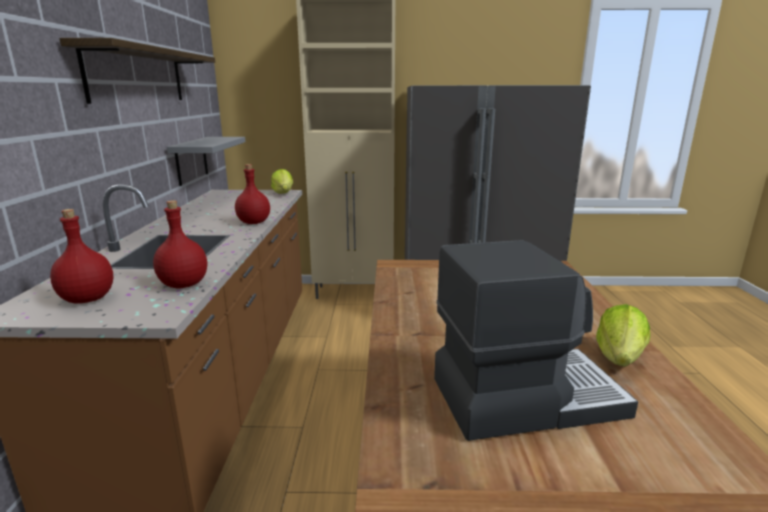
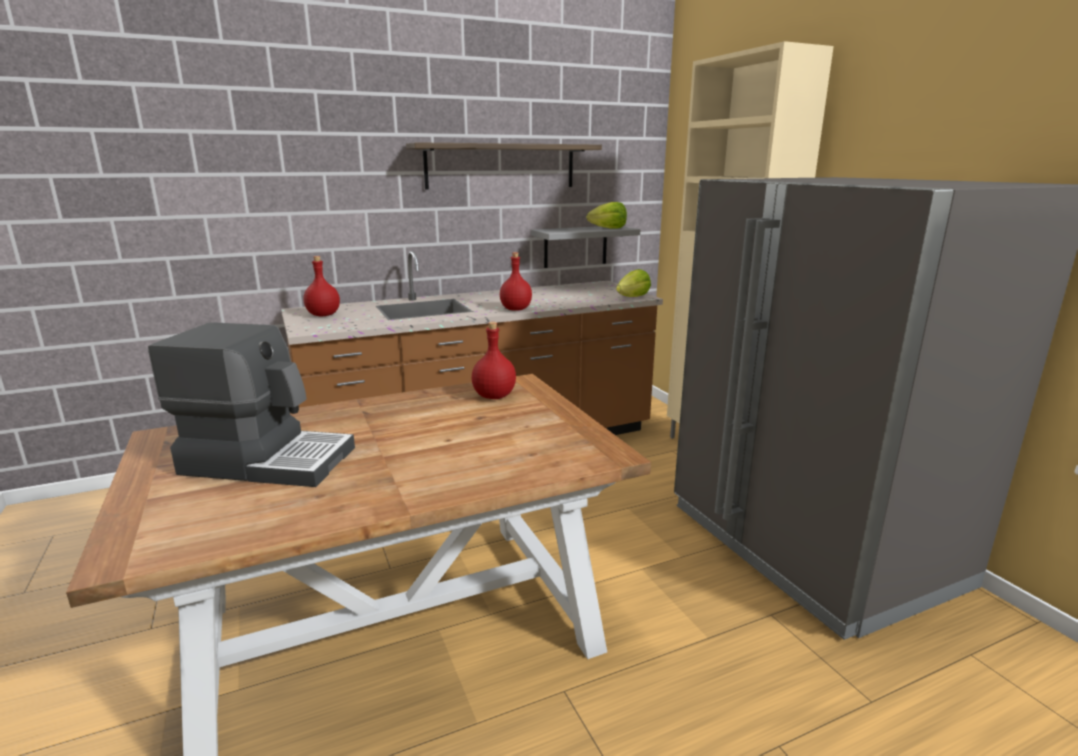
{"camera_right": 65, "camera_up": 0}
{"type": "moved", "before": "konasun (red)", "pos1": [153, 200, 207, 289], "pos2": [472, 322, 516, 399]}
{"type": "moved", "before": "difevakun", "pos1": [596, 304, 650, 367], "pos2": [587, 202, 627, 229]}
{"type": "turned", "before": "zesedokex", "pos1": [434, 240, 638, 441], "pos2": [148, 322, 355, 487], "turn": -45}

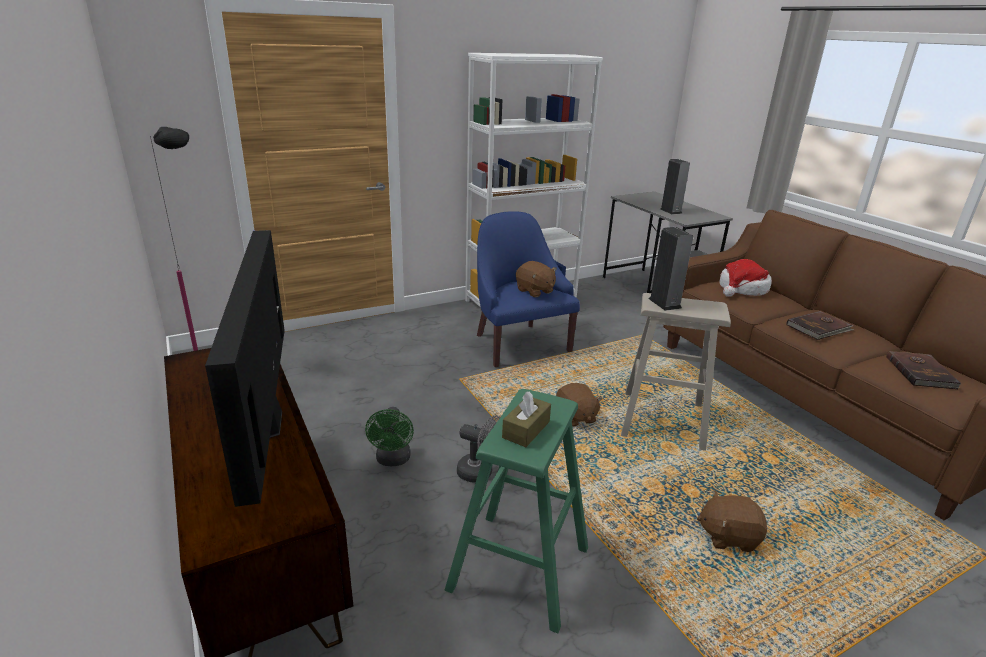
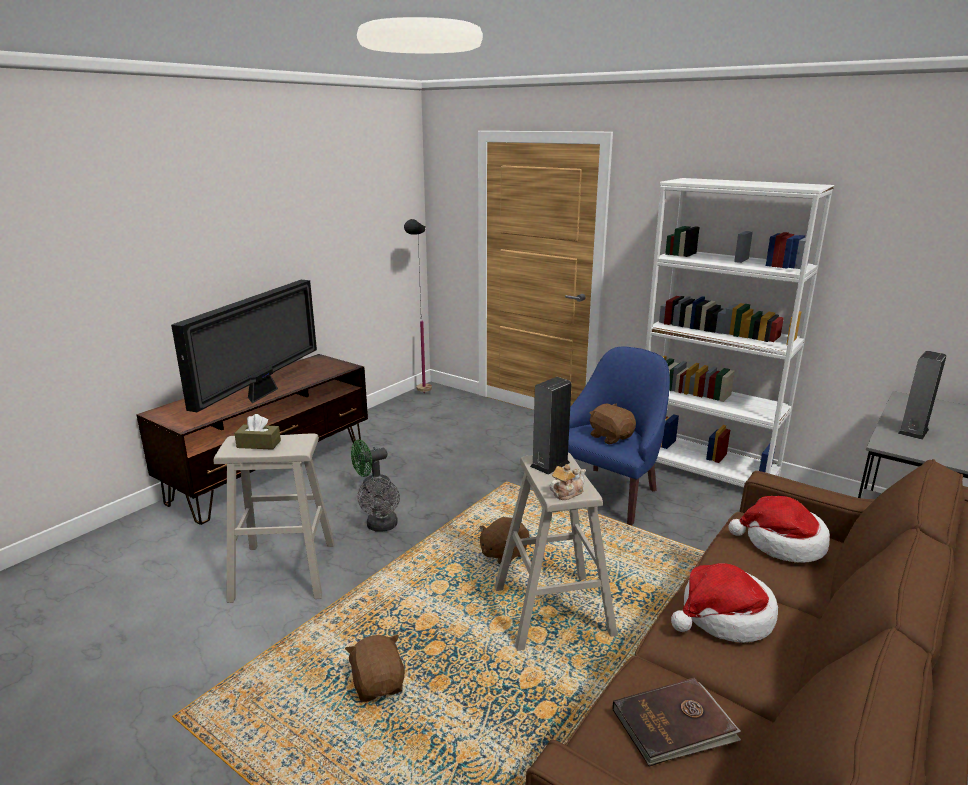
{"camera_right": 65, "camera_up": -5}
{"type": "added", "after": "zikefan", "pos2": [550, 464, 586, 500]}
{"type": "replaced", "before": "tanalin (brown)", "after": "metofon", "pos1": [786, 311, 853, 340], "pos2": [671, 563, 778, 643]}
{"type": "recoloured", "before": "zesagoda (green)", "after": "zesagoda (beige)", "pos1": [445, 389, 588, 633], "pos2": [214, 433, 334, 603]}
{"type": "turned", "before": "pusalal", "pos1": [205, 230, 285, 507], "pos2": [171, 280, 317, 412], "turn": 150}
{"type": "turned", "before": "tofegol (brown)", "pos1": [516, 261, 557, 297], "pos2": [590, 403, 636, 445], "turn": 120}

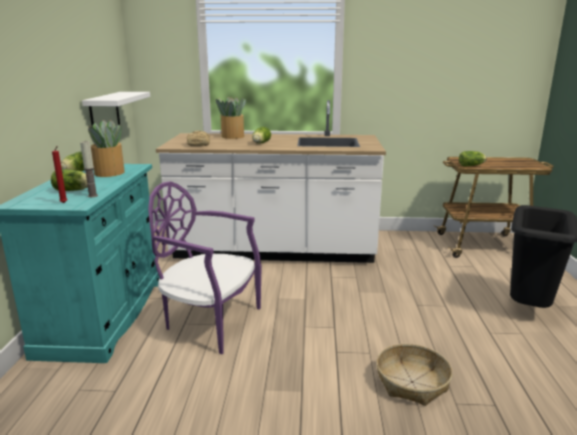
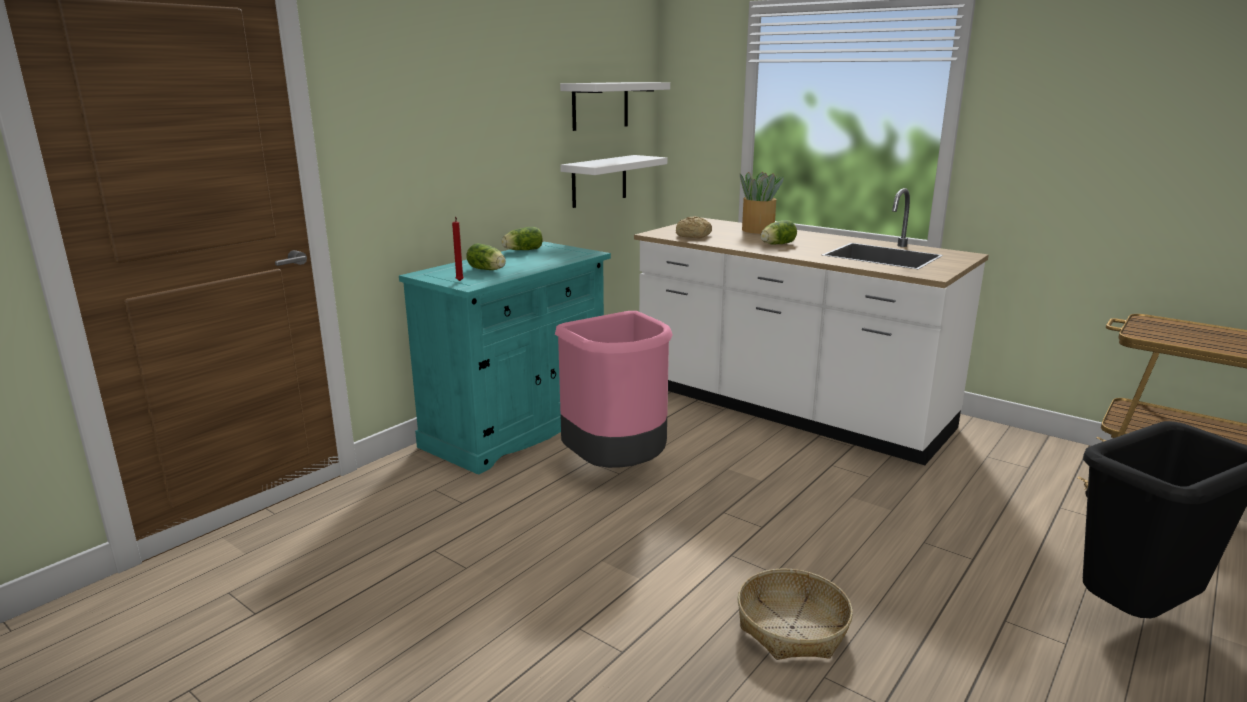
{"camera_right": 35, "camera_up": 0}
{"type": "removed", "before": "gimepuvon", "pos1": [80, 141, 98, 197]}
{"type": "removed", "before": "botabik", "pos1": [88, 120, 125, 177]}
{"type": "removed", "before": "difevakun", "pos1": [459, 151, 487, 166]}
{"type": "added", "after": "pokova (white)", "pos2": [560, 82, 670, 131]}
{"type": "replaced", "before": "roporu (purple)", "after": "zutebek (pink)", "pos1": [148, 182, 262, 354], "pos2": [555, 311, 673, 468]}

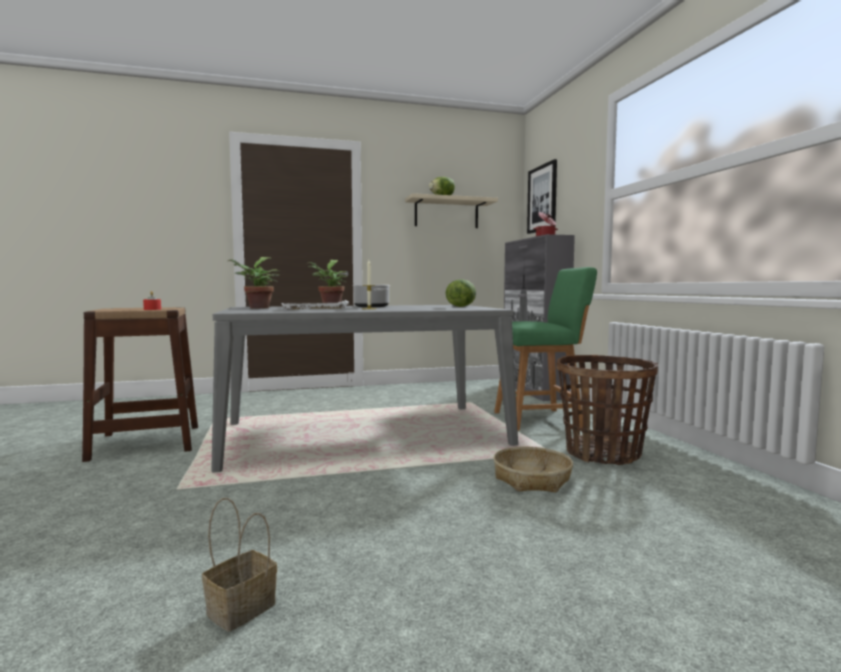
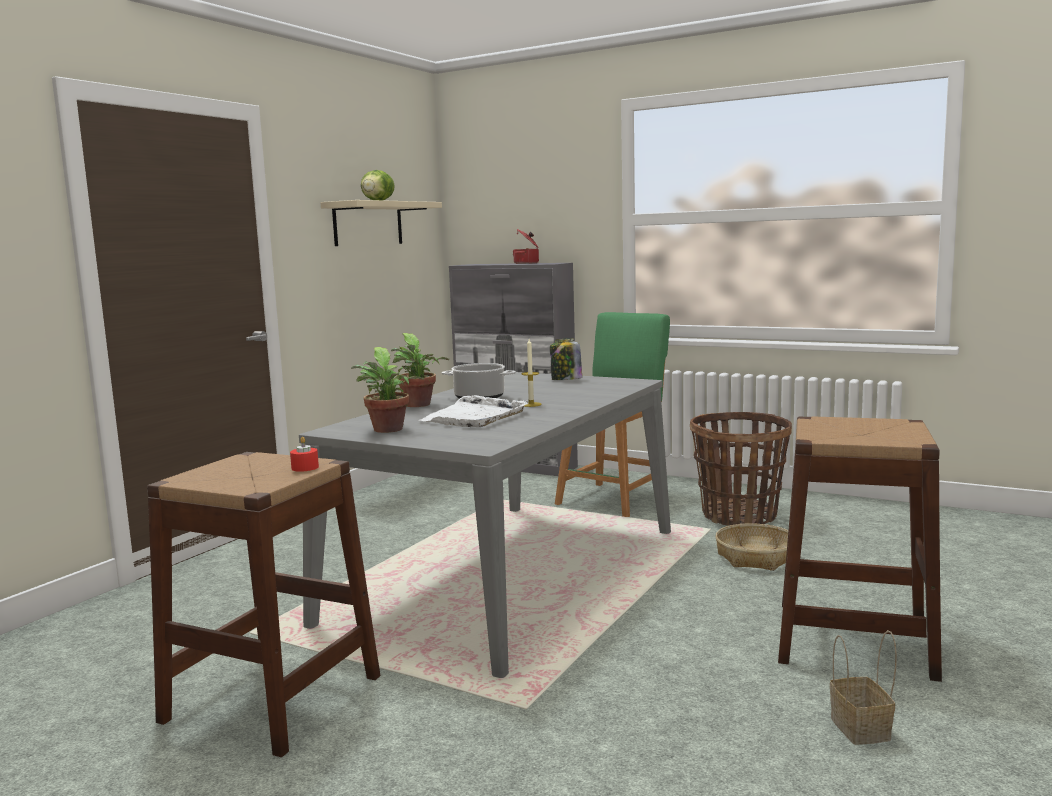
{"camera_right": -45, "camera_up": 5}
{"type": "removed", "before": "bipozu", "pos1": [527, 159, 557, 234]}
{"type": "added", "after": "zesagoda (brown)", "pos2": [778, 416, 942, 682]}
{"type": "replaced", "before": "difevakun", "after": "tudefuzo", "pos1": [446, 279, 476, 307], "pos2": [550, 338, 582, 380]}

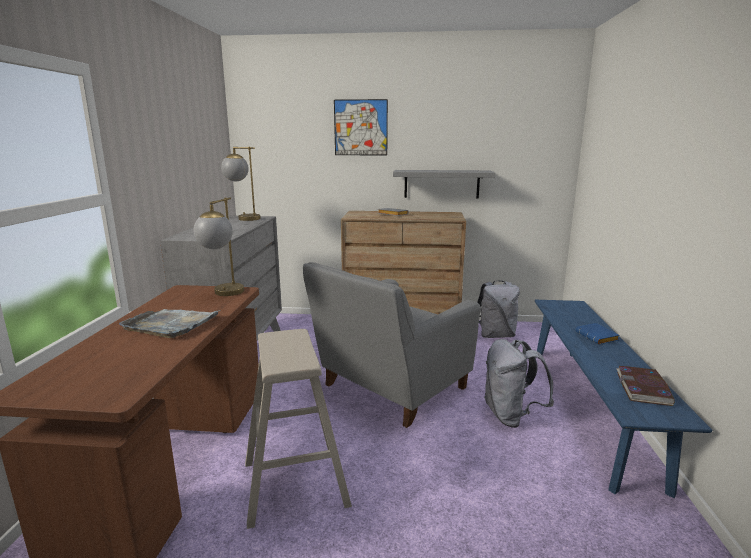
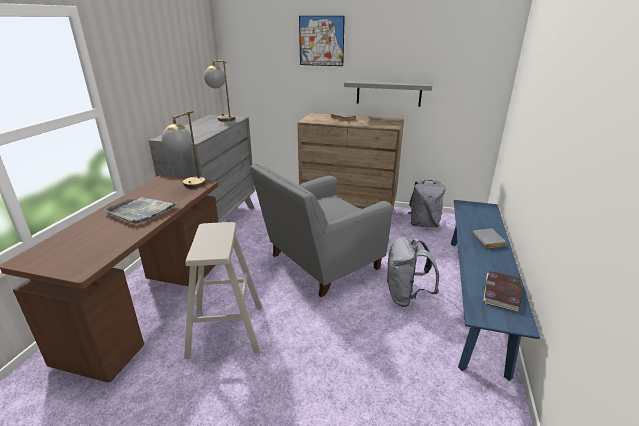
{"camera_right": 10, "camera_up": 10}
{"type": "recoloured", "before": "tanalin (blue)", "after": "tanalin (grey)", "pos1": [576, 323, 620, 344], "pos2": [472, 228, 506, 248]}

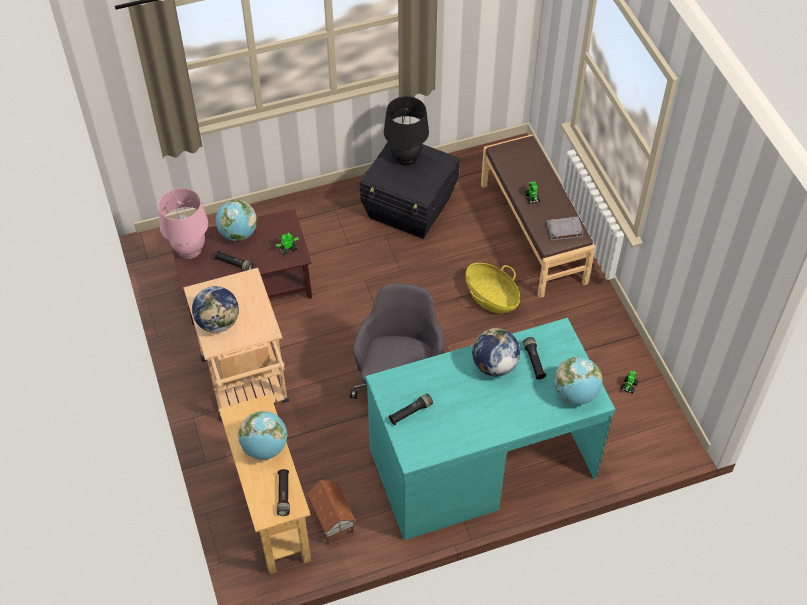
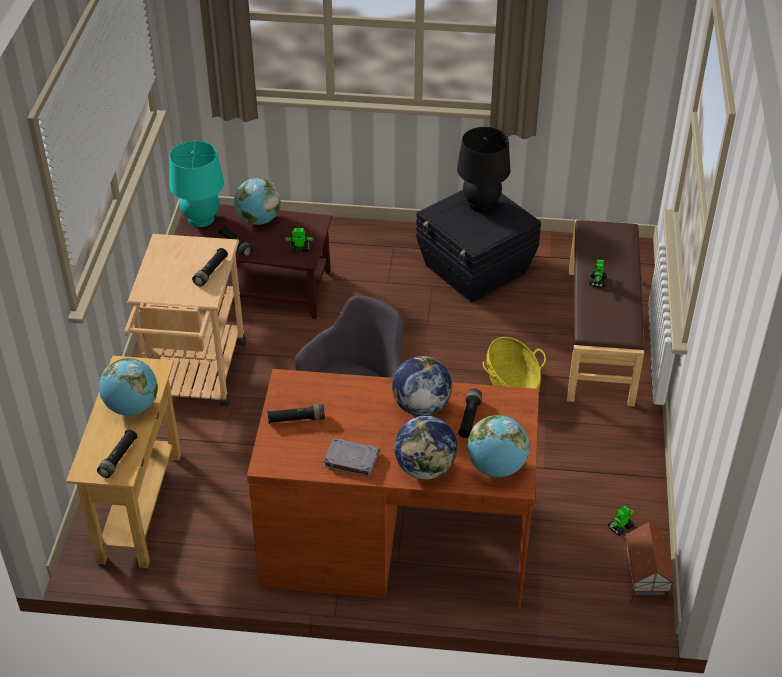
{"camera_right": 25, "camera_up": -10}
{"type": "added", "after": "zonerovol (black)", "pos2": [192, 248, 228, 287]}
{"type": "moved", "before": "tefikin", "pos1": [192, 286, 239, 333], "pos2": [394, 416, 457, 480]}
{"type": "moved", "before": "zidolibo", "pos1": [306, 480, 356, 545], "pos2": [625, 522, 676, 604]}
{"type": "moved", "before": "tanalin (grey)", "pos1": [547, 216, 584, 241], "pos2": [323, 438, 379, 477]}
{"type": "recoloured", "before": "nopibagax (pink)", "after": "nopibagax (turquoise)", "pos1": [158, 188, 208, 259], "pos2": [169, 141, 224, 227]}
{"type": "recoloured", "before": "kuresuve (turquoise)", "after": "kuresuve (brown)", "pos1": [365, 318, 615, 540], "pos2": [247, 369, 539, 610]}

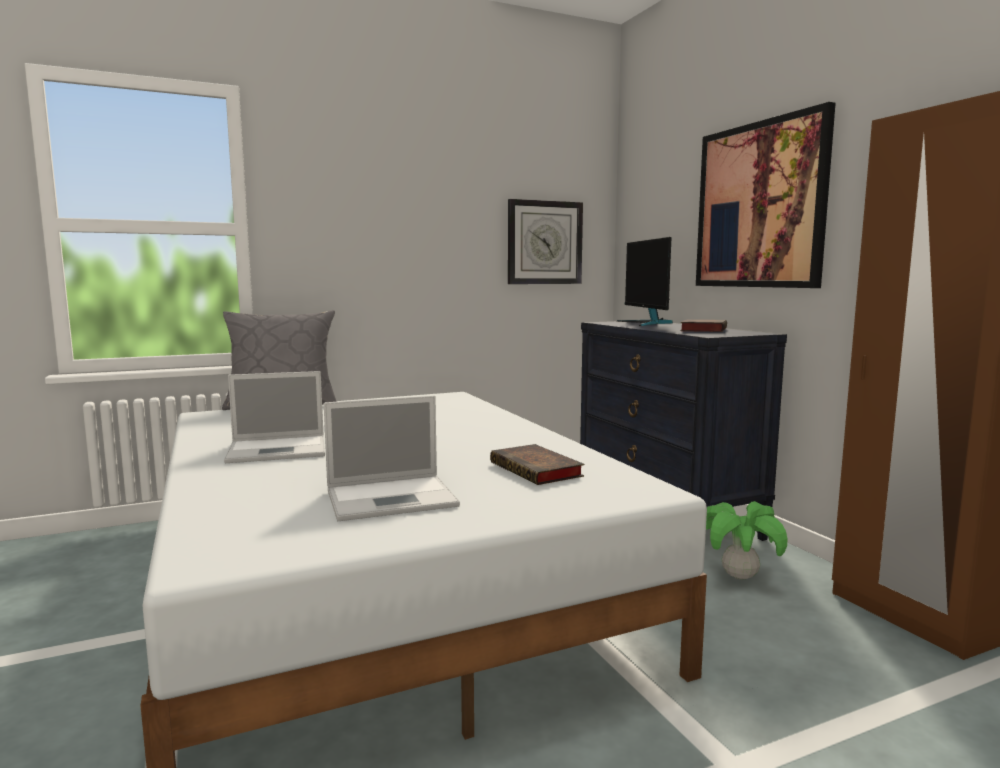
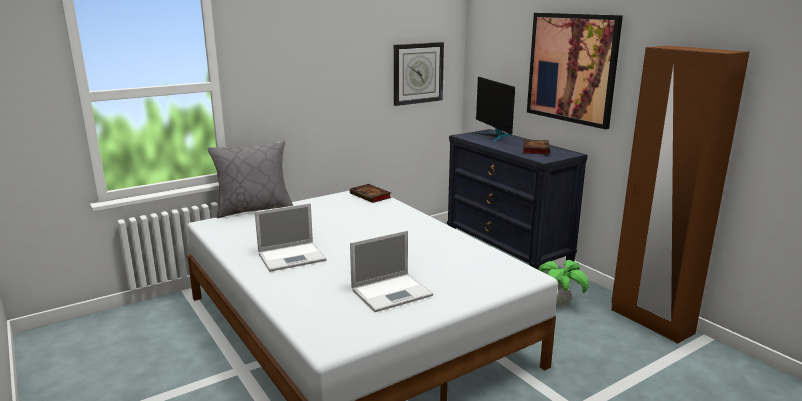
{"camera_right": -10, "camera_up": 10}
{"type": "moved", "before": "tanalin", "pos1": [490, 444, 584, 485], "pos2": [350, 184, 391, 203]}

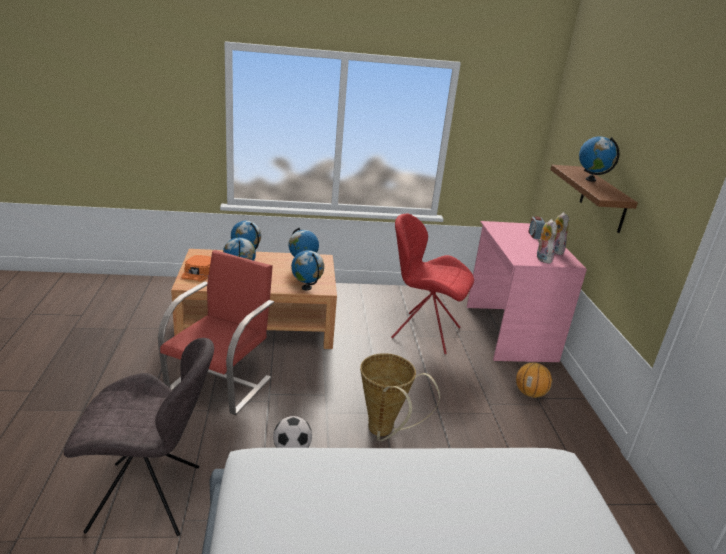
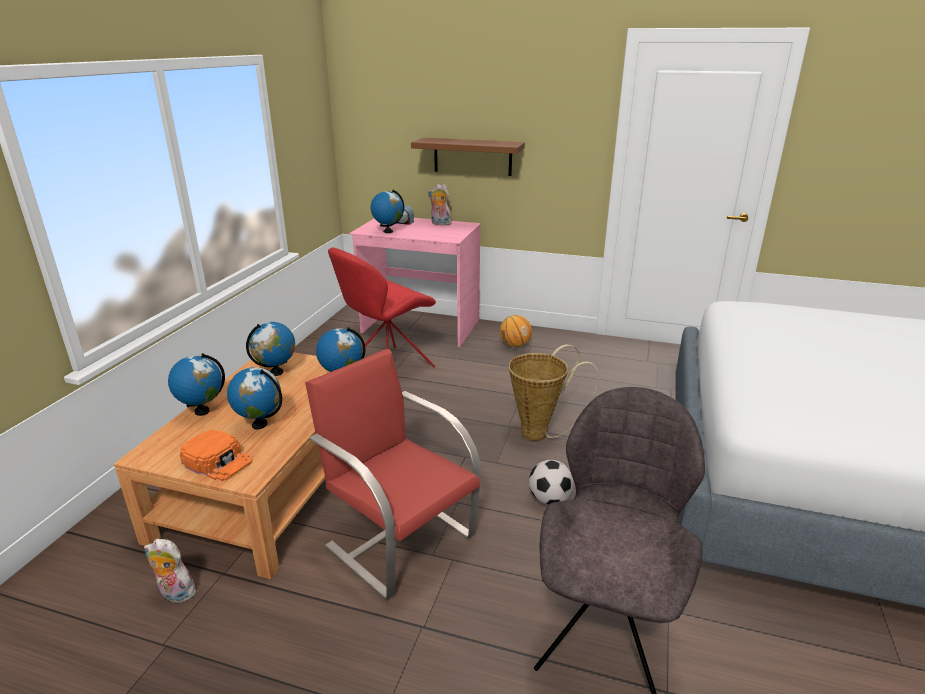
{"camera_right": -65, "camera_up": 0}
{"type": "moved", "before": "tofegol", "pos1": [536, 219, 557, 264], "pos2": [144, 539, 196, 603]}
{"type": "moved", "before": "tefikin", "pos1": [579, 136, 619, 182], "pos2": [371, 190, 404, 233]}

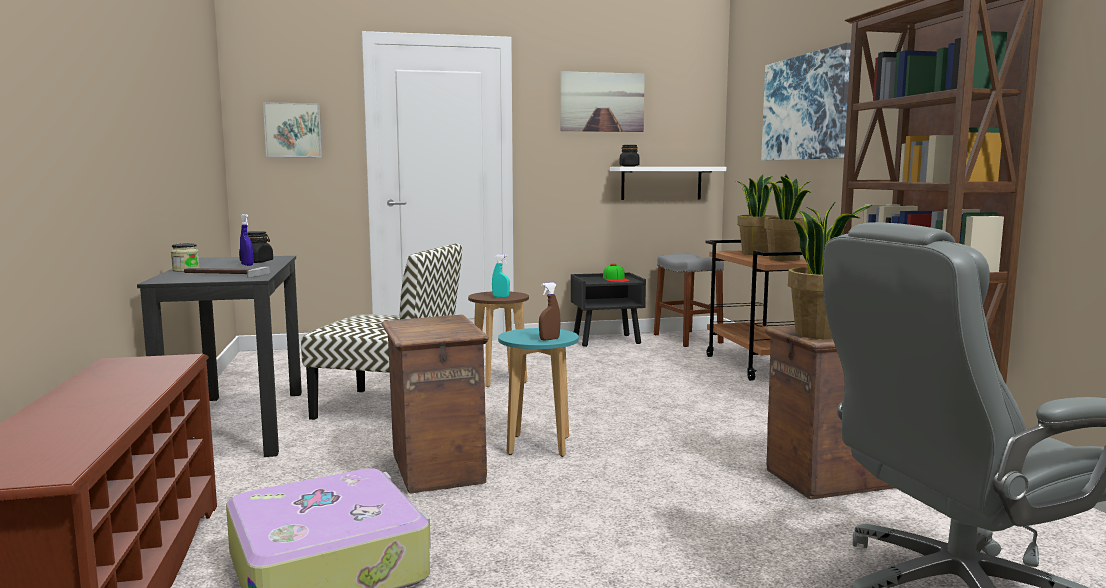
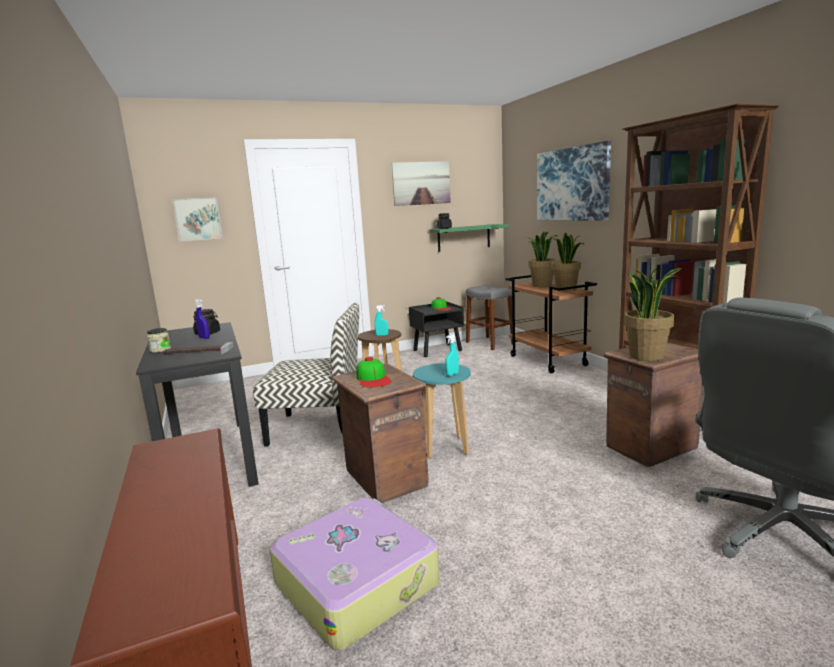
{"camera_right": -10, "camera_up": 5}
{"type": "added", "after": "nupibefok", "pos2": [356, 357, 392, 388]}
{"type": "recoloured", "before": "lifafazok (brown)", "after": "lifafazok (turquoise)", "pos1": [539, 282, 561, 340], "pos2": [445, 334, 459, 376]}
{"type": "recoloured", "before": "pokova (white)", "after": "pokova (green)", "pos1": [610, 167, 726, 200], "pos2": [429, 224, 508, 252]}

